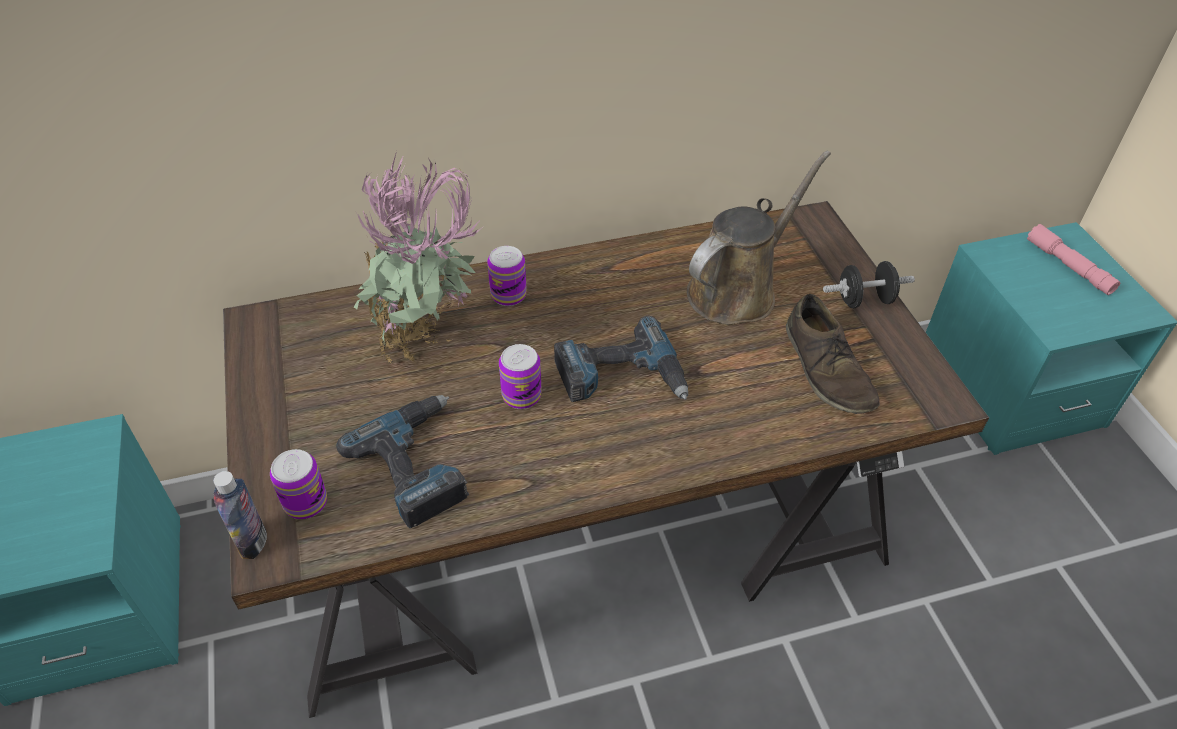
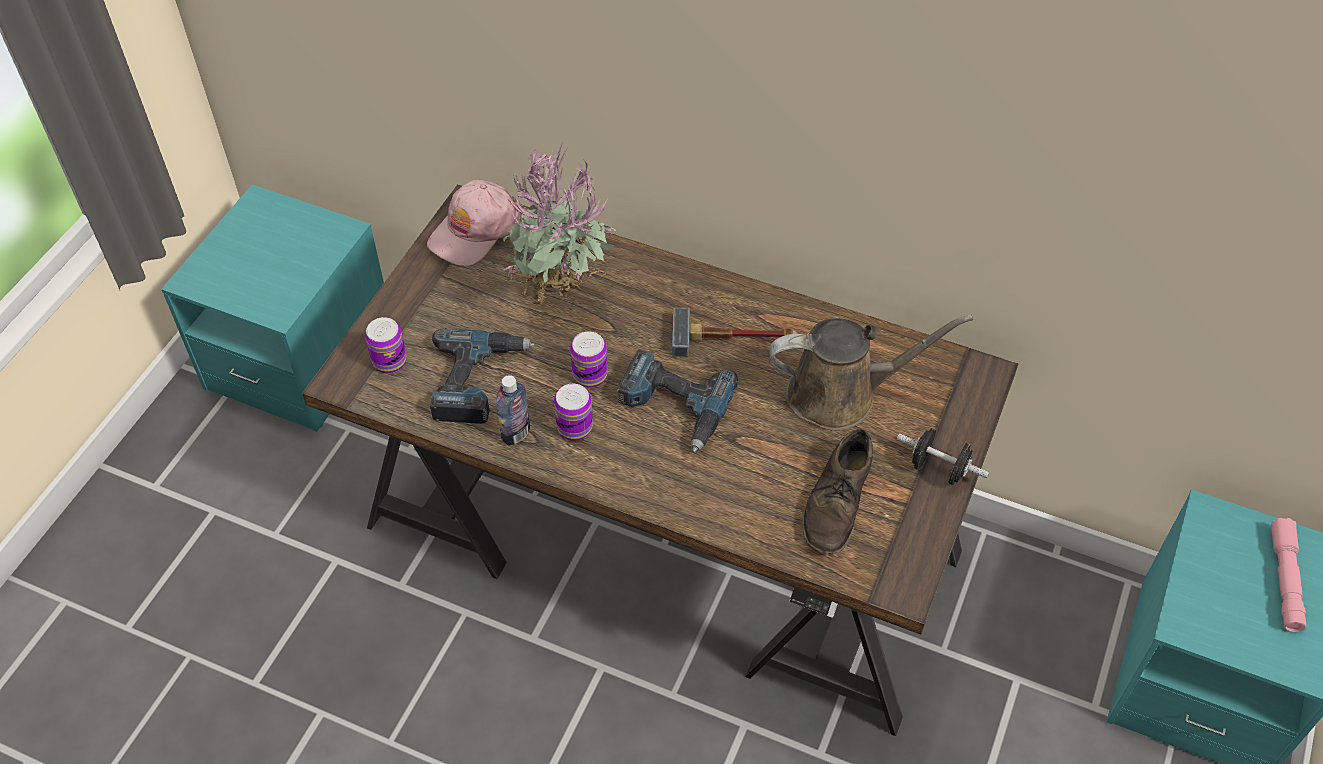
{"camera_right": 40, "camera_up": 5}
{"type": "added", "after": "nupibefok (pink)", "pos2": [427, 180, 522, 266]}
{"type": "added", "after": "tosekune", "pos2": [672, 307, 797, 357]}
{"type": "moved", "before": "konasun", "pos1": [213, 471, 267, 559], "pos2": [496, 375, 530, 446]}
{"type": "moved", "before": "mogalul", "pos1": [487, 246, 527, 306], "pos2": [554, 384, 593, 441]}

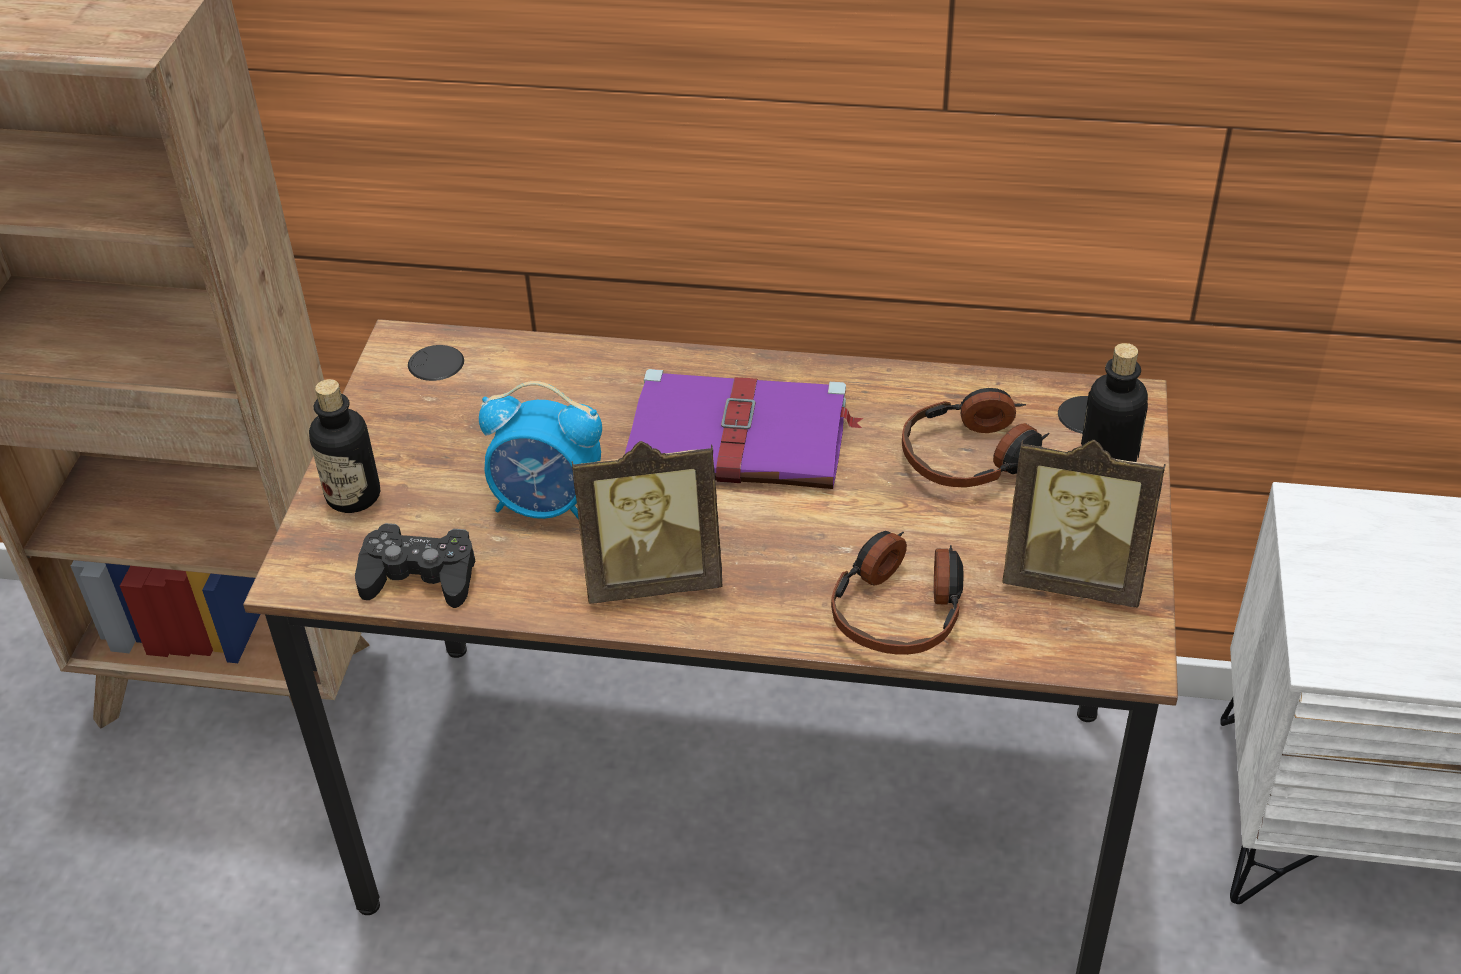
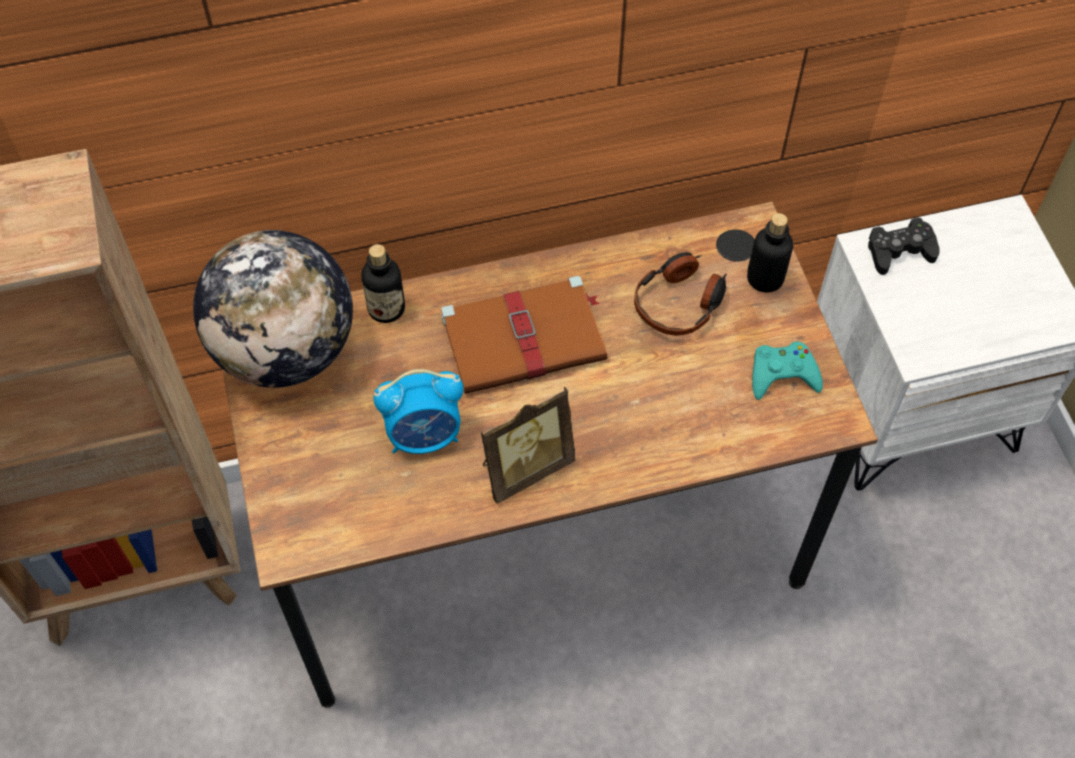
{"camera_right": -25, "camera_up": 15}
{"type": "removed", "before": "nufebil", "pos1": [831, 531, 963, 655]}
{"type": "added", "after": "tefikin", "pos2": [193, 230, 353, 388]}
{"type": "moved", "before": "konasun", "pos1": [309, 379, 380, 513], "pos2": [361, 244, 405, 323]}
{"type": "moved", "before": "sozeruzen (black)", "pos1": [355, 523, 475, 608], "pos2": [868, 217, 940, 275]}
{"type": "replaced", "before": "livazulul", "after": "sozeruzen (turquoise)", "pos1": [1002, 440, 1165, 608], "pos2": [752, 342, 823, 400]}
{"type": "recoloured", "before": "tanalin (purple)", "after": "tanalin (brown)", "pos1": [625, 369, 863, 489], "pos2": [441, 276, 607, 394]}

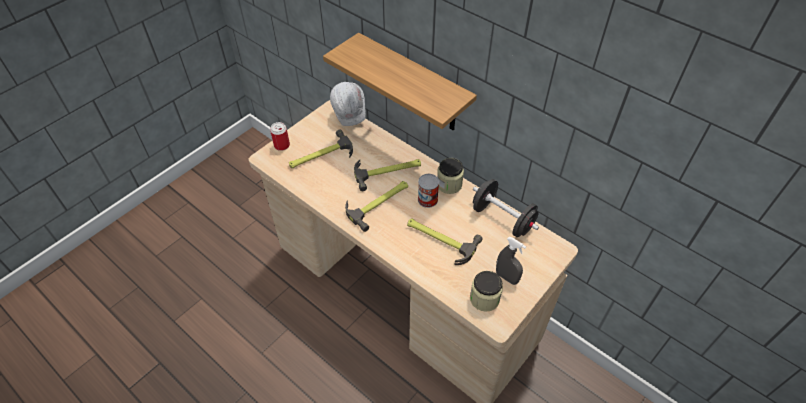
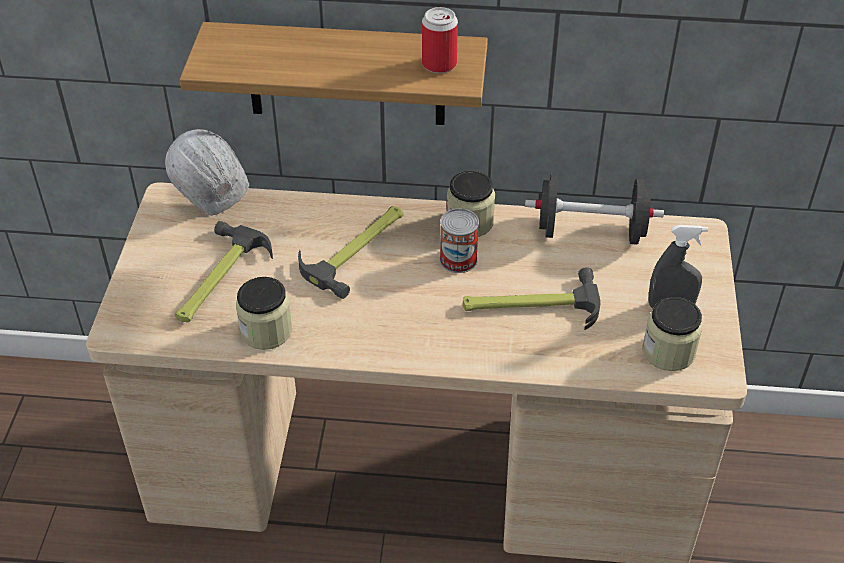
{"camera_right": -35, "camera_up": -5}
{"type": "removed", "before": "tosekune", "pos1": [345, 181, 408, 232]}
{"type": "added", "after": "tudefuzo", "pos2": [236, 277, 292, 350]}
{"type": "moved", "before": "mogalul", "pos1": [270, 122, 290, 151], "pos2": [422, 7, 458, 73]}

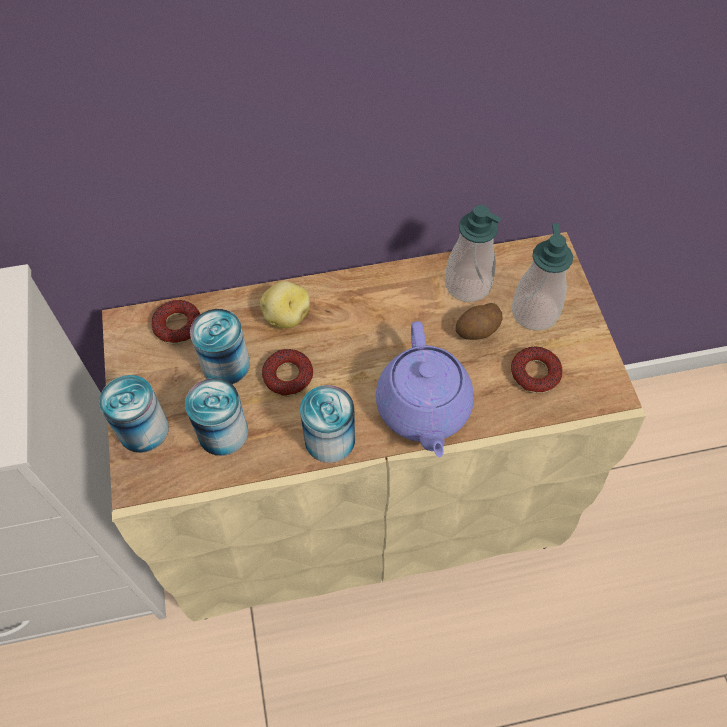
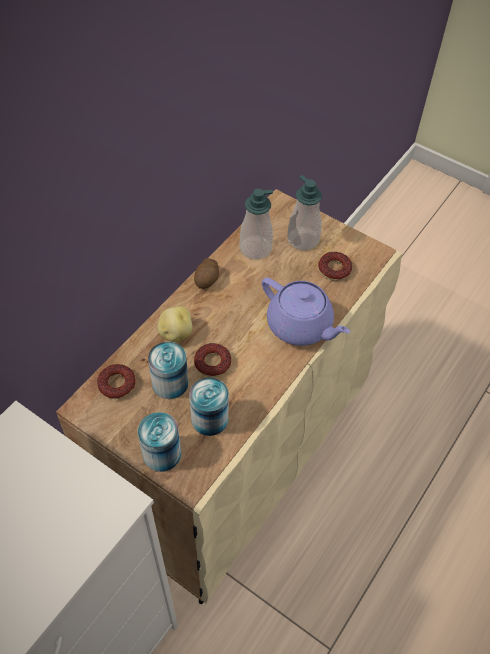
{"camera_right": -45, "camera_up": -5}
{"type": "removed", "before": "mogalul", "pos1": [300, 385, 355, 463]}
{"type": "moved", "before": "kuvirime", "pos1": [456, 303, 503, 340], "pos2": [194, 258, 219, 289]}

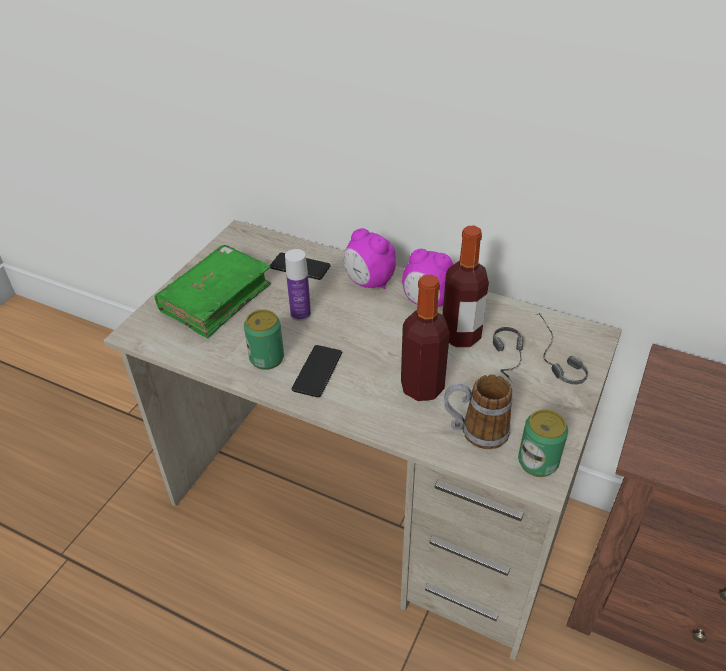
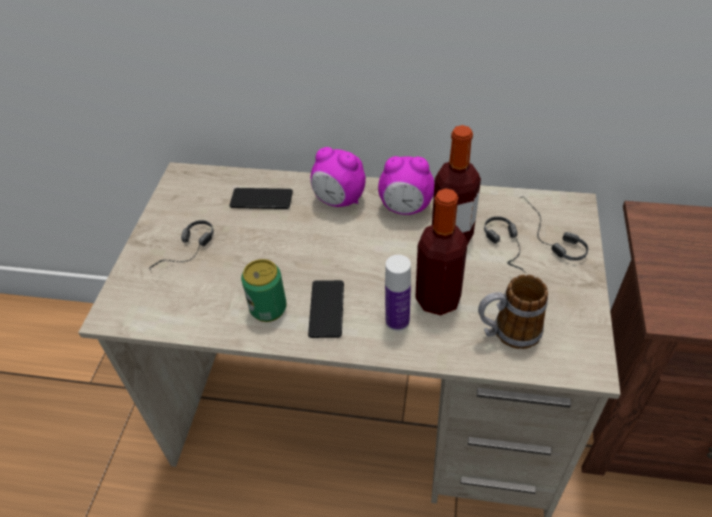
{"camera_right": -15, "camera_up": 5}
{"type": "removed", "before": "mogalul", "pos1": [518, 409, 568, 477]}
{"type": "moved", "before": "konasun", "pos1": [285, 249, 311, 321], "pos2": [385, 255, 411, 331]}
{"type": "replaced", "before": "tanalin (green)", "after": "nufebil", "pos1": [155, 245, 271, 338], "pos2": [149, 220, 214, 273]}

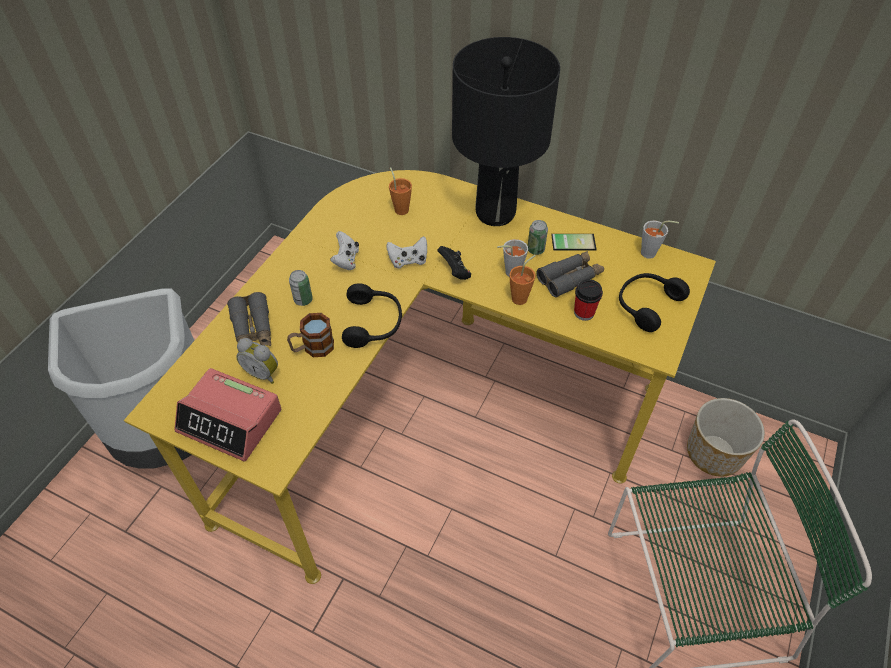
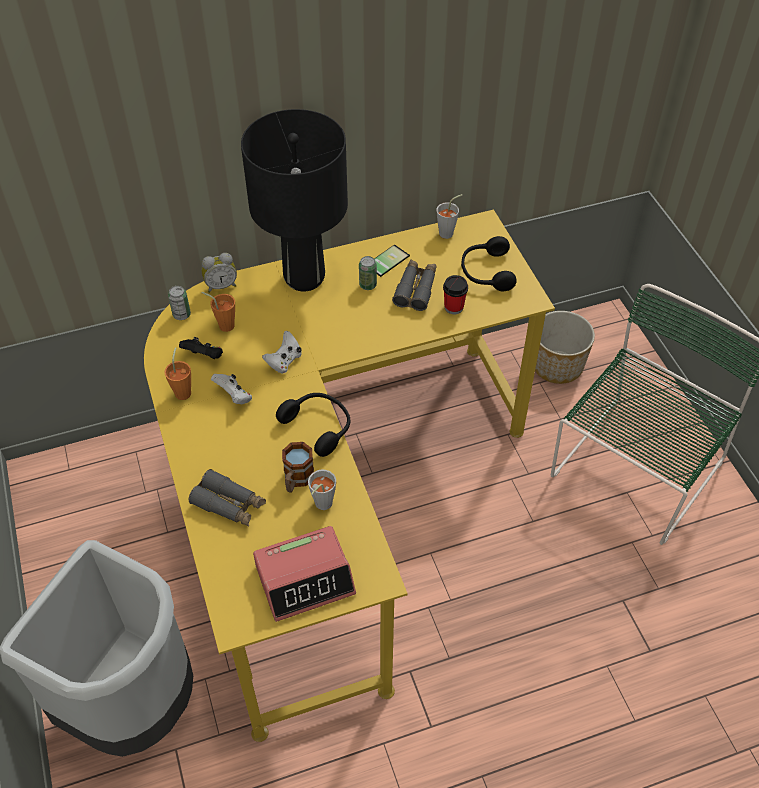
{"camera_right": -45, "camera_up": 0}
{"type": "moved", "before": "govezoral", "pos1": [236, 338, 278, 384], "pos2": [202, 253, 237, 293]}
{"type": "moved", "before": "mogalul", "pos1": [289, 270, 313, 306], "pos2": [168, 286, 191, 320]}
{"type": "moved", "before": "sozeruzen (black)", "pos1": [437, 246, 471, 280], "pos2": [179, 337, 223, 359]}
{"type": "moved", "before": "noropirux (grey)", "pos1": [497, 239, 528, 277], "pos2": [308, 469, 336, 510]}
{"type": "moved", "before": "noropirux (orange)", "pos1": [510, 255, 536, 305], "pos2": [164, 347, 191, 400]}

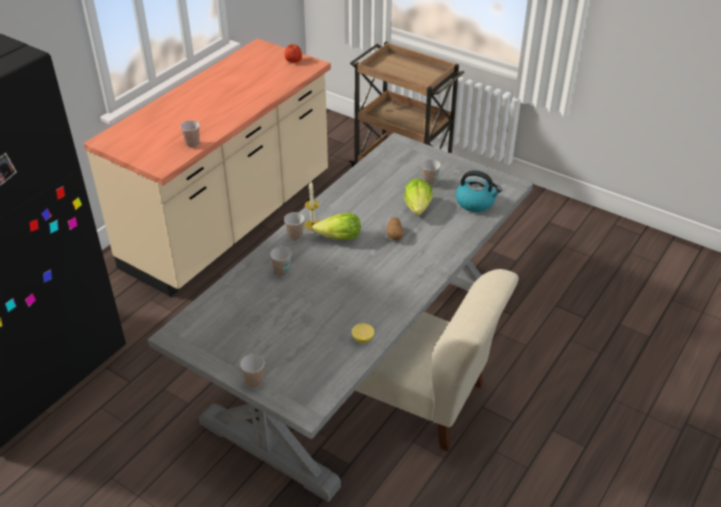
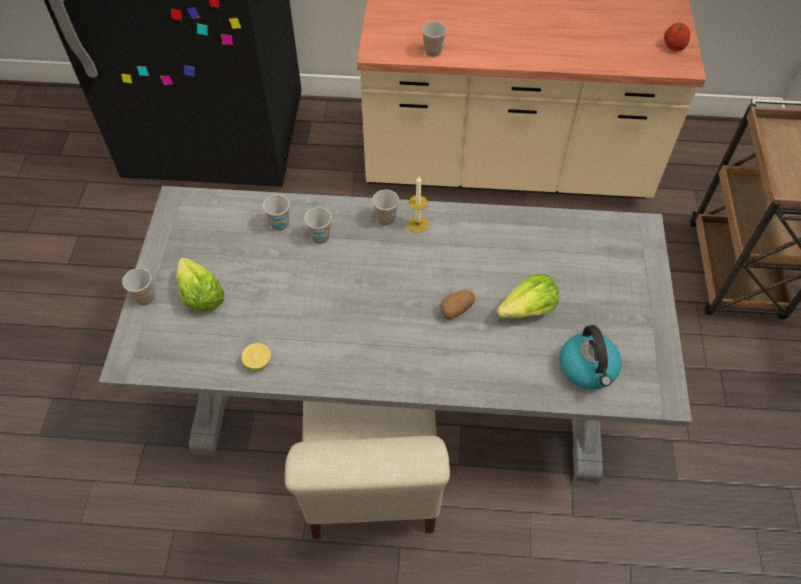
{"camera_right": 60, "camera_up": 15}
{"type": "moved", "before": "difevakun", "pos1": [312, 213, 361, 240], "pos2": [176, 258, 224, 312]}
{"type": "moved", "before": "noropirux", "pos1": [422, 159, 441, 186], "pos2": [263, 195, 290, 231]}

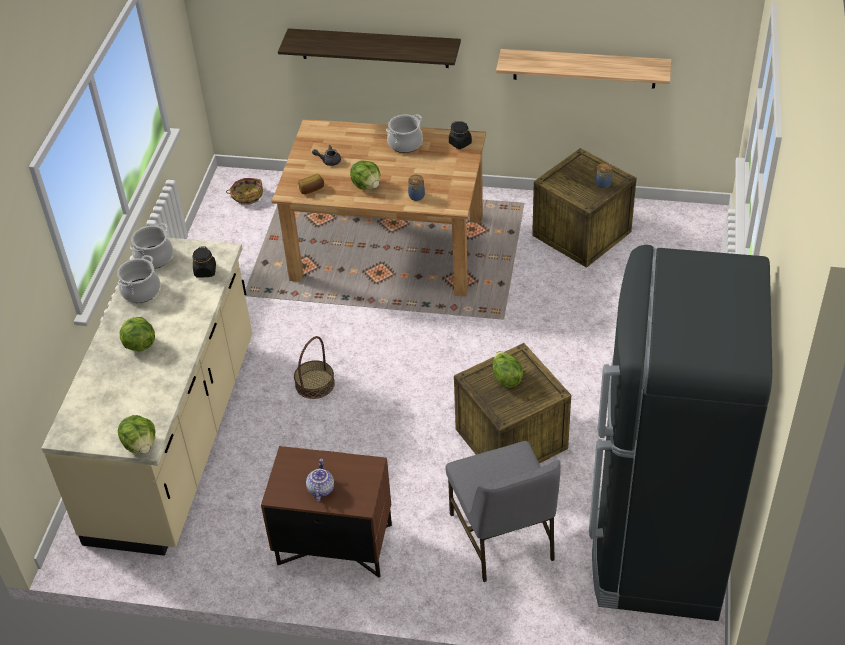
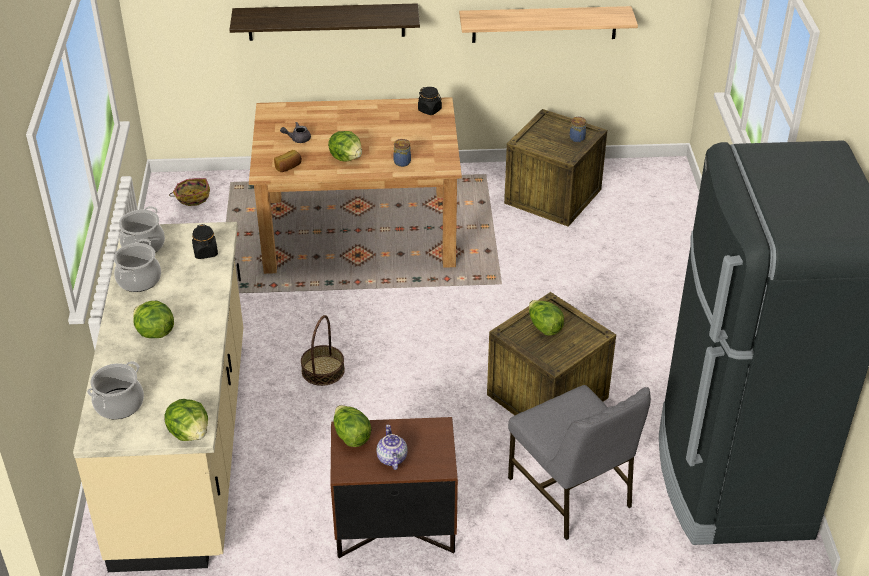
{"camera_right": -15, "camera_up": -5}
{"type": "added", "after": "difevakun", "pos2": [333, 405, 371, 447]}
{"type": "moved", "before": "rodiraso", "pos1": [386, 114, 423, 153], "pos2": [87, 361, 144, 419]}

